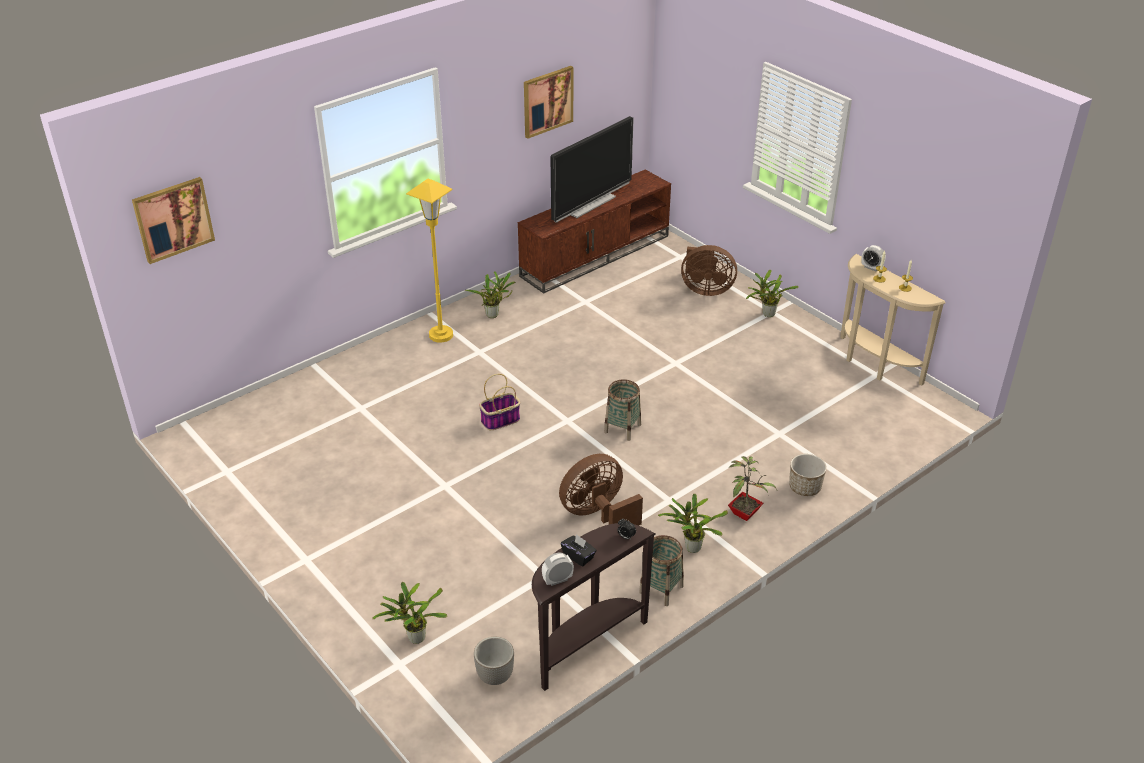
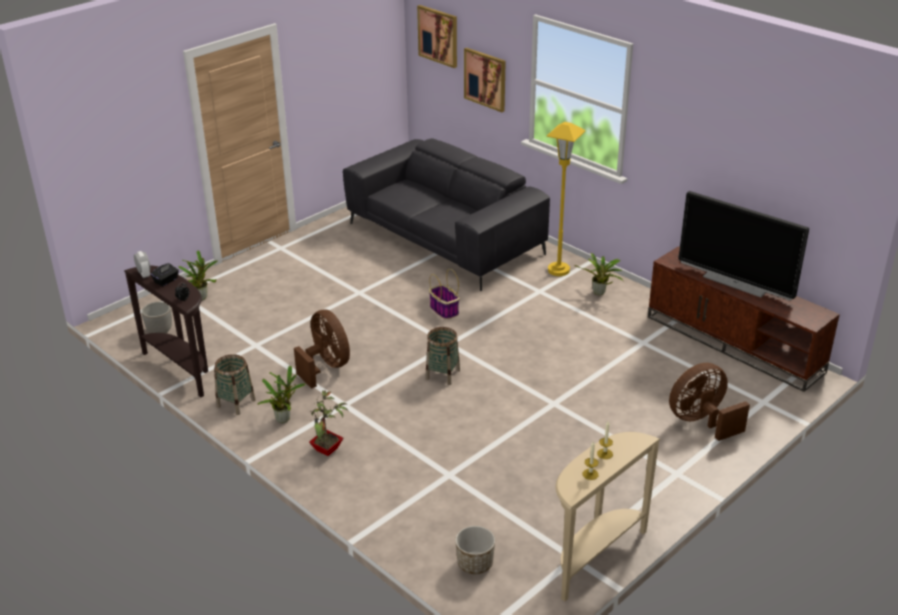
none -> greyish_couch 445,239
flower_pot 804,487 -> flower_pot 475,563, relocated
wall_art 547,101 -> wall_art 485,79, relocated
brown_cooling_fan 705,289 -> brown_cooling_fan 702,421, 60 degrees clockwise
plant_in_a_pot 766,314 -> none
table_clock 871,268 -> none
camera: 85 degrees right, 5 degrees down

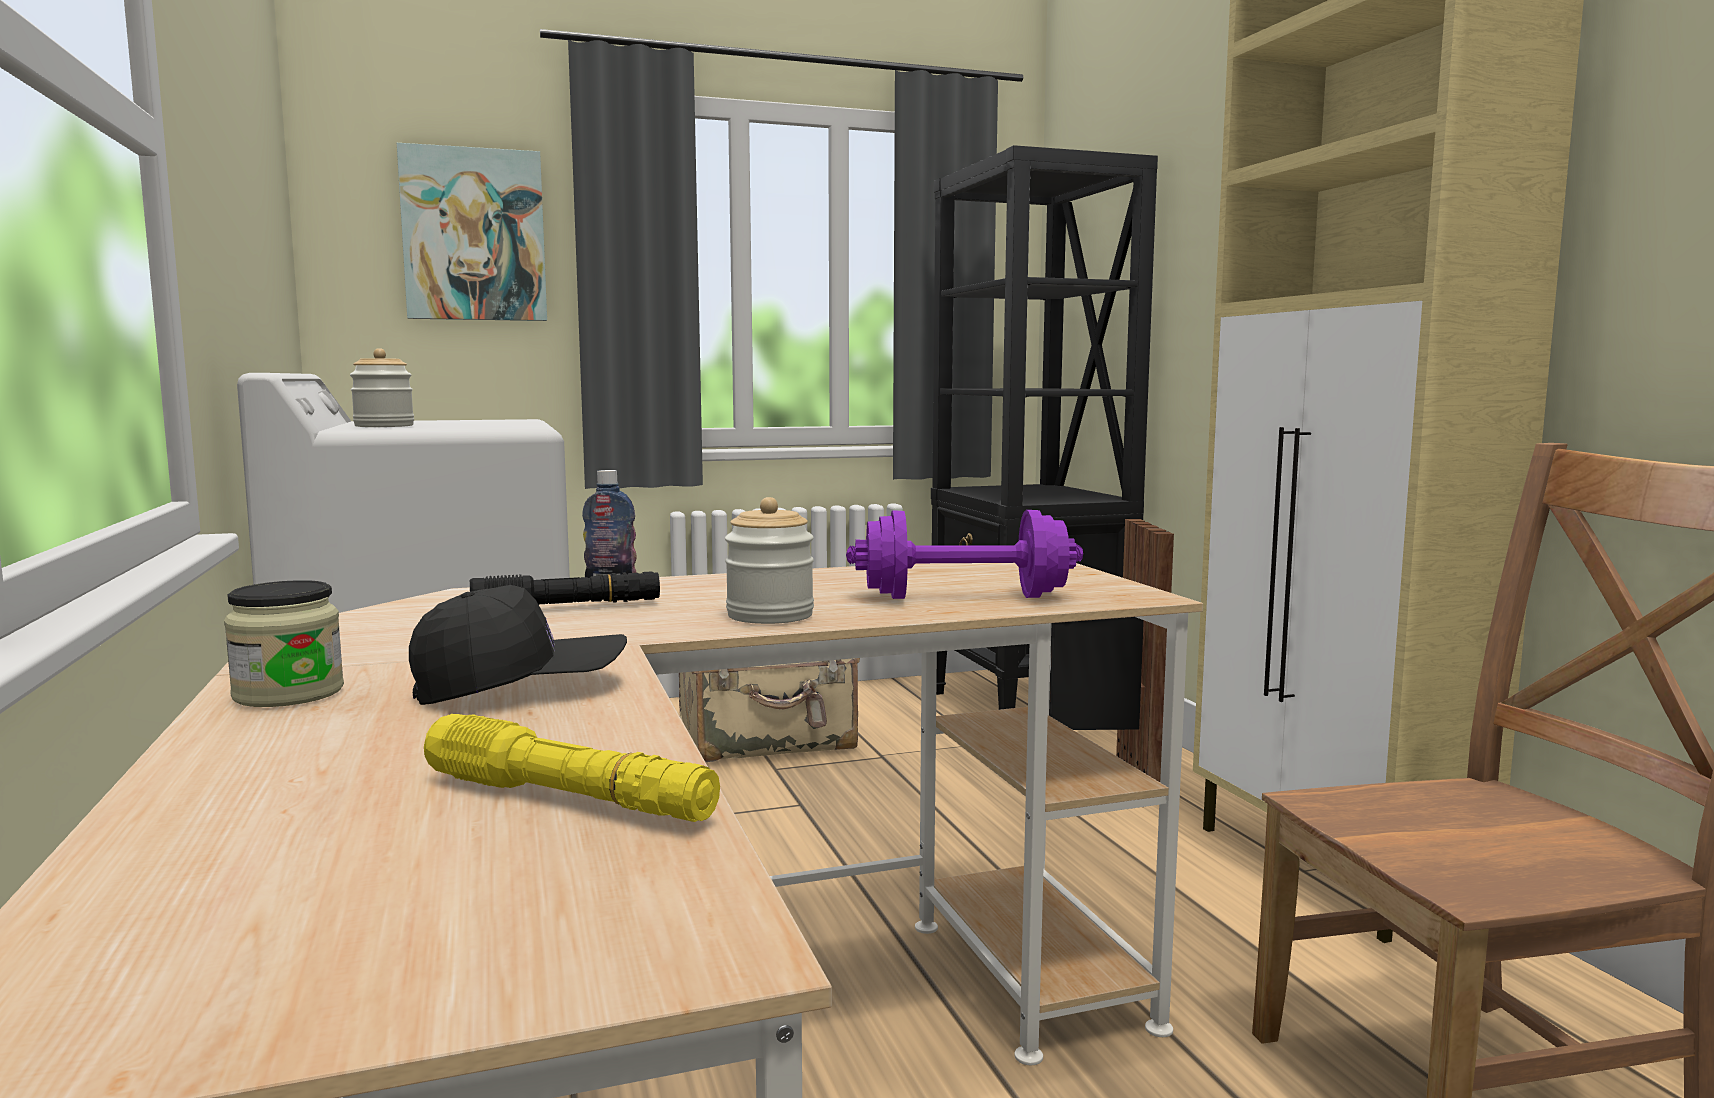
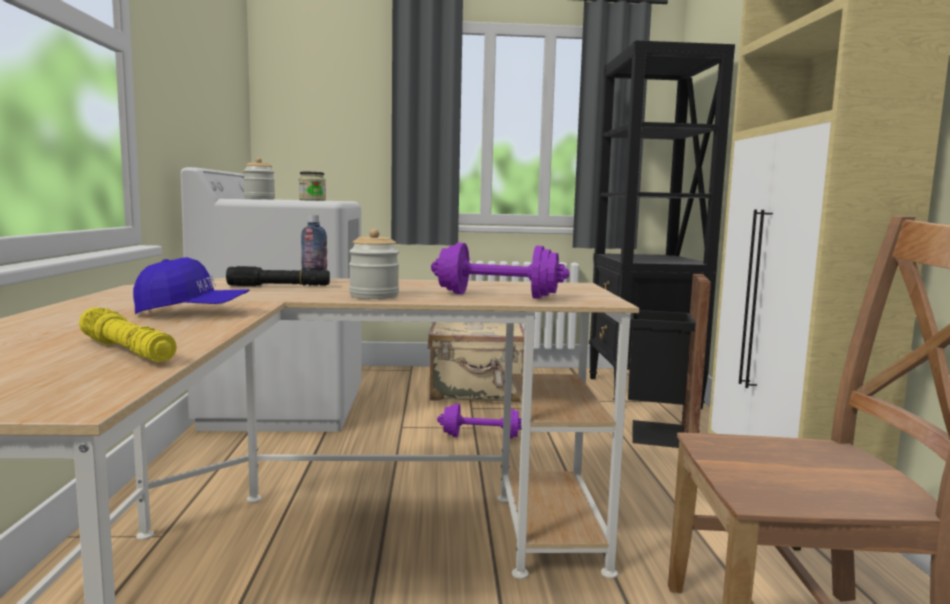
black-coloured_baseball_cap 520,688 -> blue_baseball_cap 192,312
preserve_jar 288,693 -> preserve_jar 312,200, relocated
none -> purple_dumbbell 480,437
wall_art 474,235 -> none
camera: 15 degrees right, 0 degrees up

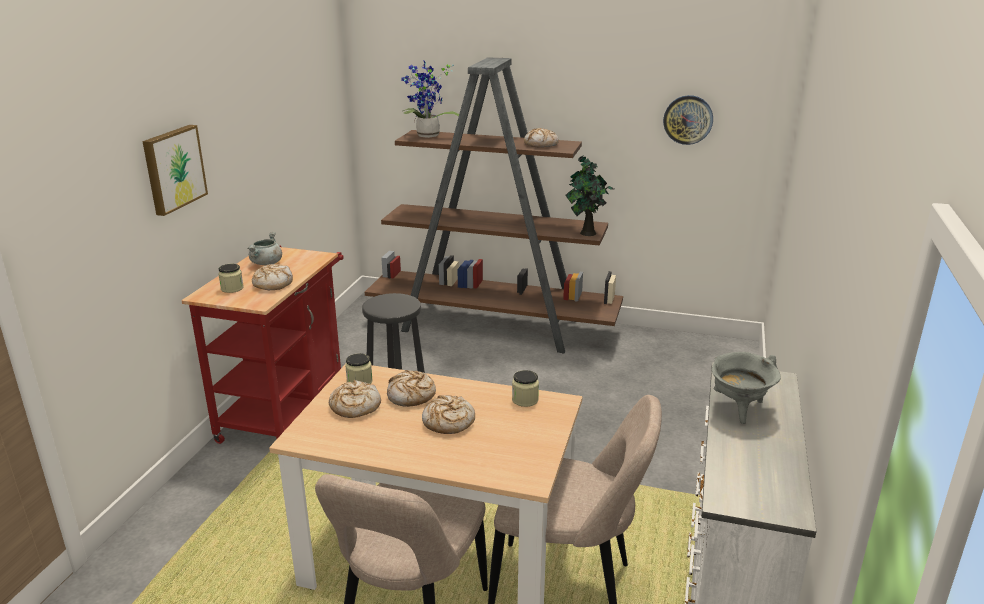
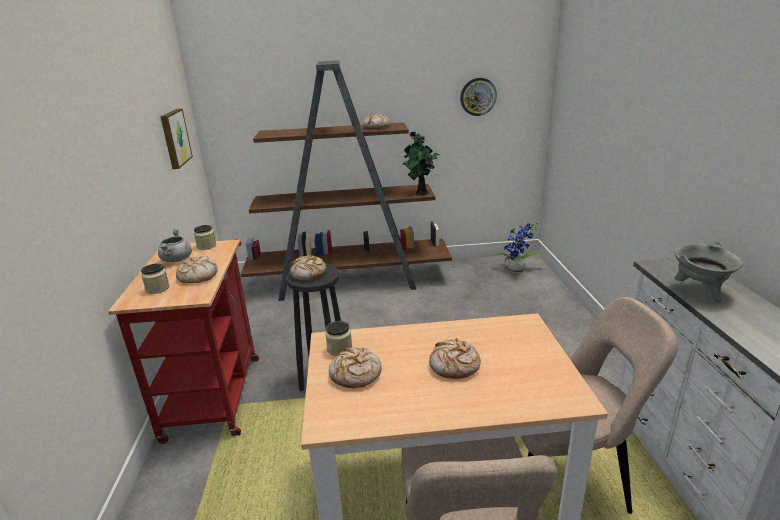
wall_art 173,168 -> wall_art 174,138, relocated
preserve_jar 525,400 -> preserve_jar 206,246, relocated
bread 411,395 -> bread 308,273, relocated
plant_in_a_pot 427,136 -> plant_in_a_pot 517,271, relocated
camera: 20 degrees left, 0 degrees up

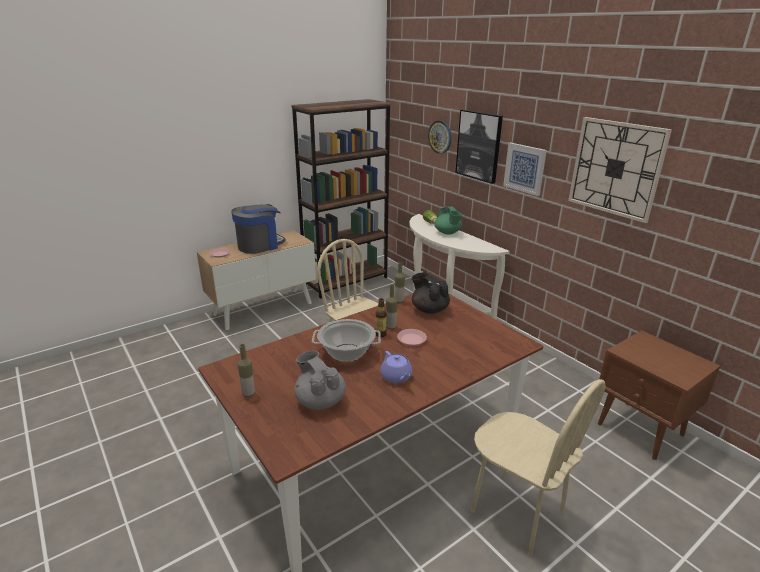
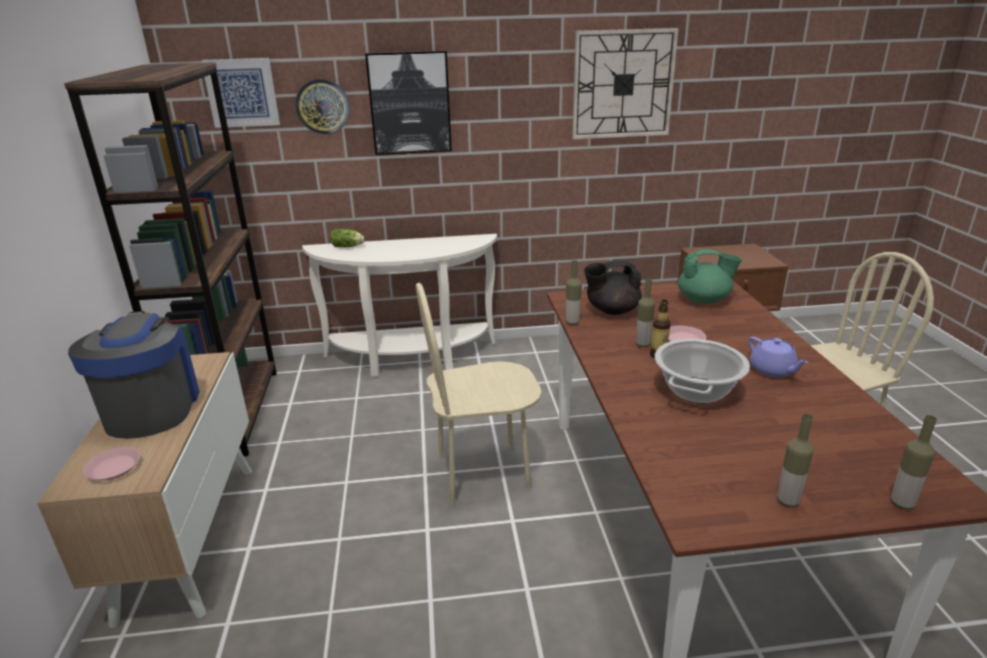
wall_art 525,168 -> wall_art 242,93, relocated
greenish_pot_for_tea 447,233 -> greenish_pot_for_tea 704,300, relocated
purple_pot_for_tea 396,377 -> purple_pot_for_tea 773,370, 60 degrees clockwise
none -> drink_bottle 902,504
greyish_pot_for_tea 320,401 -> none
camera: 60 degrees left, 0 degrees up

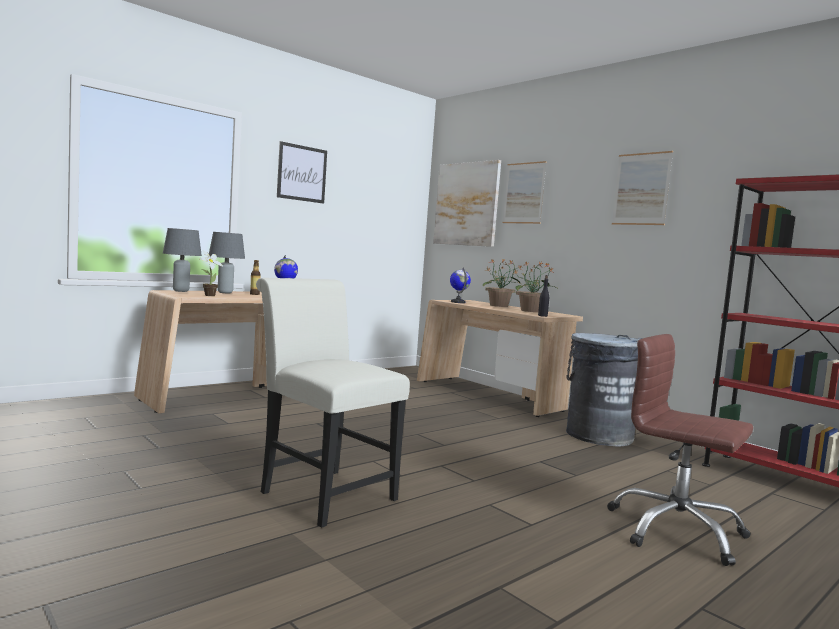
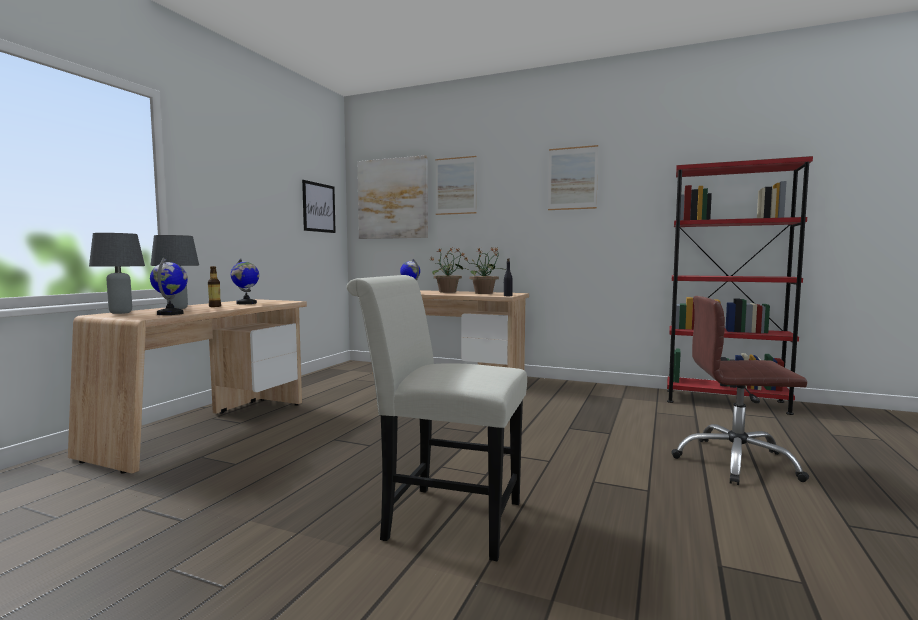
plant_in_a_pot 208,295 -> world_globe 170,314
wall_art 302,173 -> wall_art 319,207, relocated
greyish_trash_can 598,435 -> none
camera: 25 degrees left, 0 degrees up

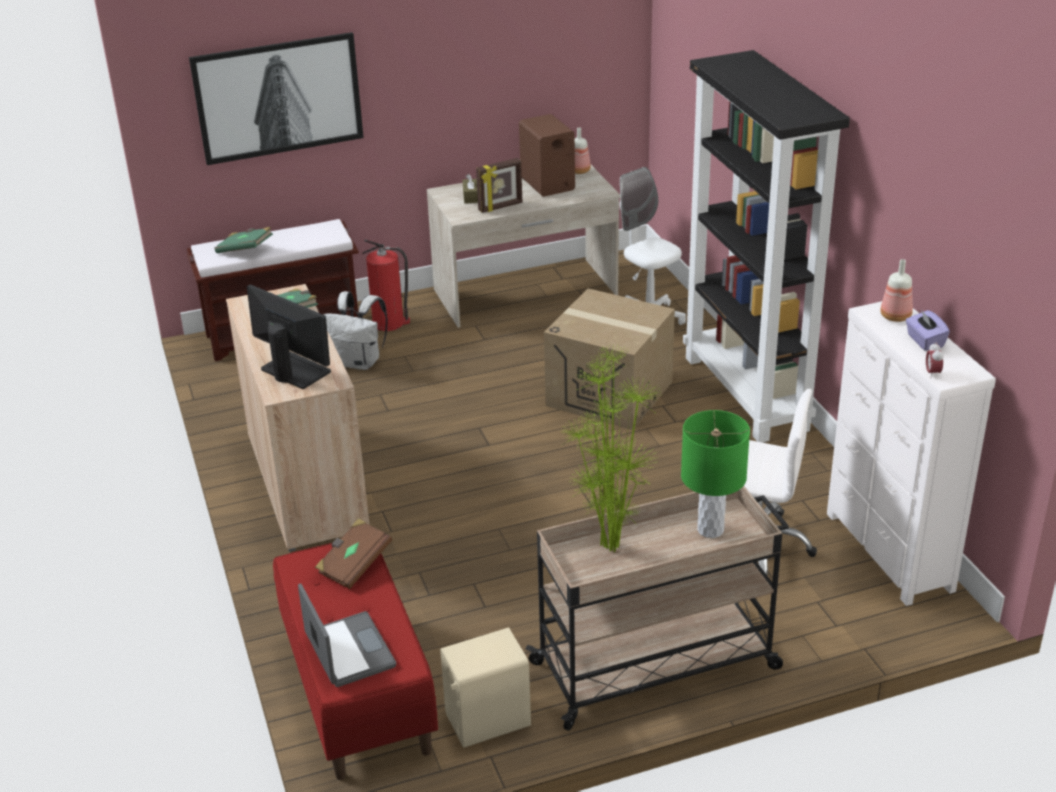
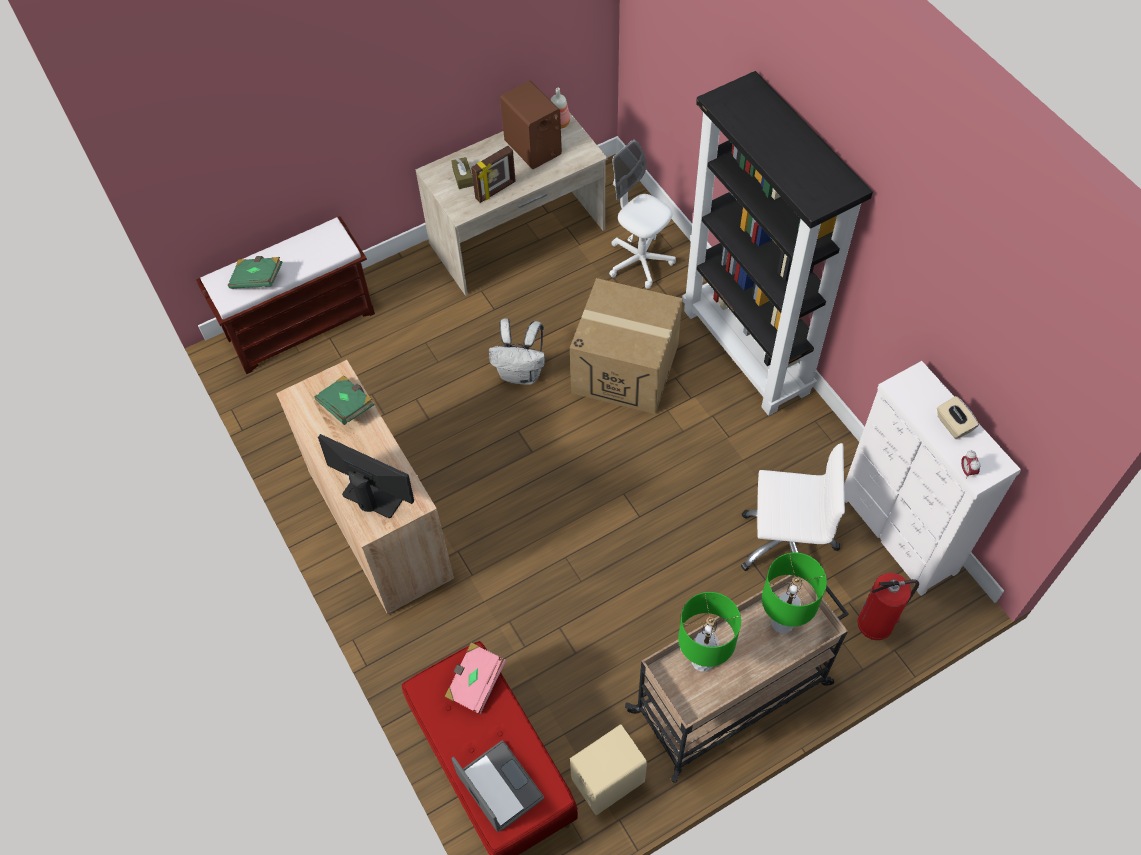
brown_book 354,565 -> pinkish_book 475,682
white-coloured_knapsack 360,362 -> white-coloured_knapsack 521,373, relocated
plant_in_a_pot 610,549 -> greenish_table_lamp 703,660
fire-fighting_cylinder 389,323 -> fire-fighting_cylinder 876,623, relocated
purple_tissue_holder 924,341 -> sand-coloured_tissue_holder 953,425
wall_art 278,97 -> none
drink_bottle 895,316 -> none
camera: 10 degrees left, 25 degrees up

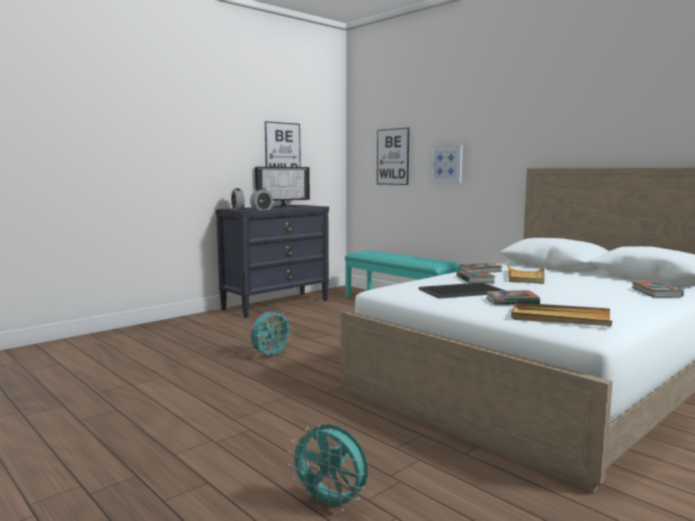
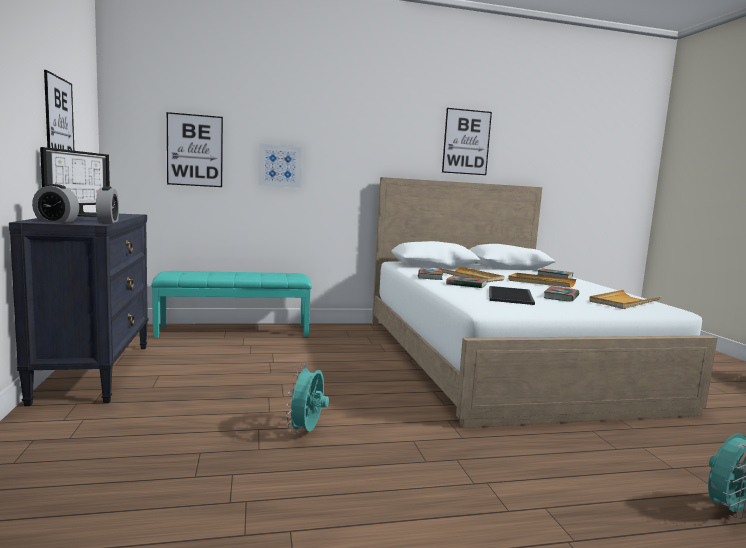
blue-green_cooling_fan 271,355 -> blue-green_cooling_fan 307,431, 150 degrees counterclockwise
none -> wall_art 466,142
none -> sand-coloured_tray 541,282
camera: 60 degrees left, 0 degrees up

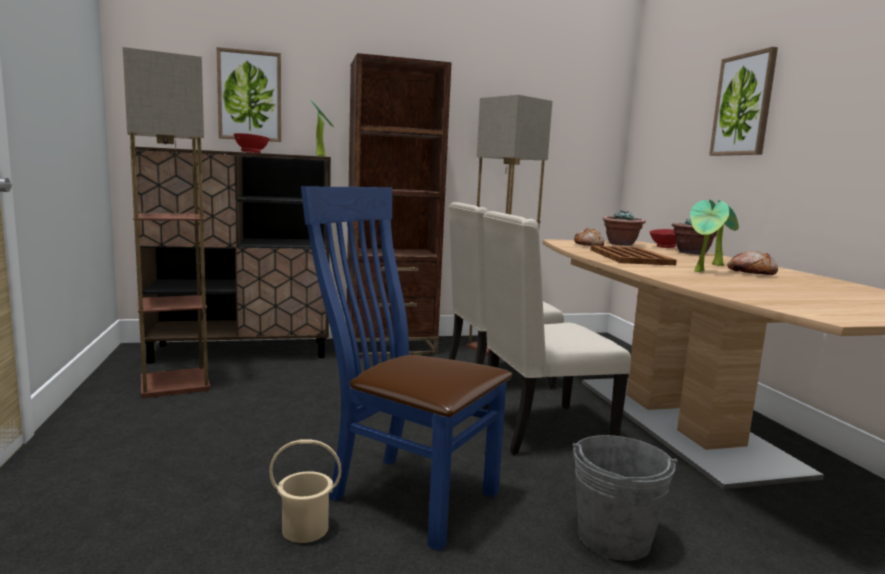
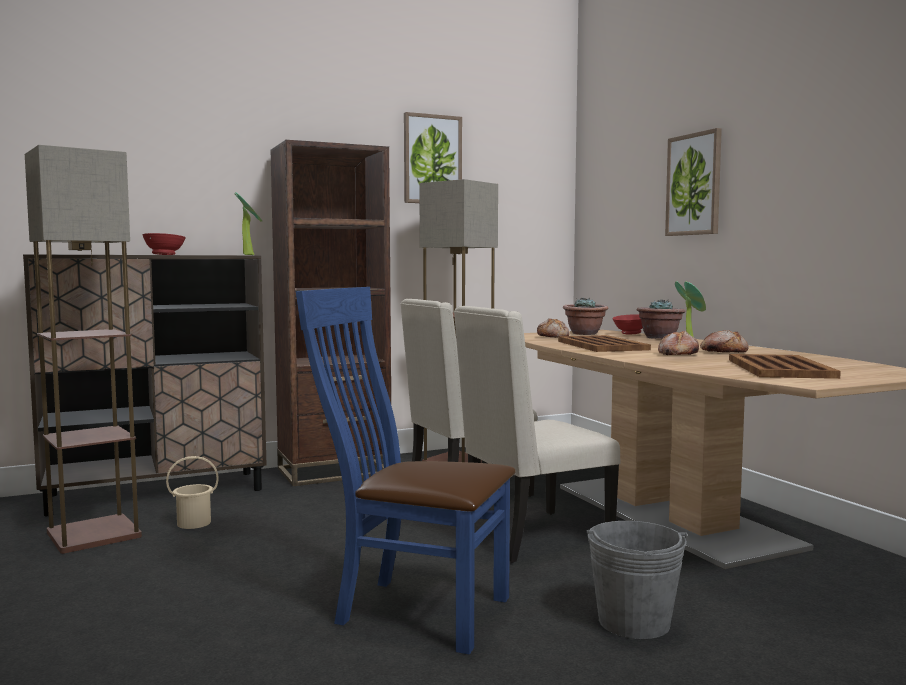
sand-coloured_pail 305,528 -> sand-coloured_pail 193,523, relocated
wall_art 250,96 -> wall_art 432,159, relocated
plant_in_a_pot 701,272 -> bread 677,354
none -> brown_tray 779,368
camera: 10 degrees left, 5 degrees down

